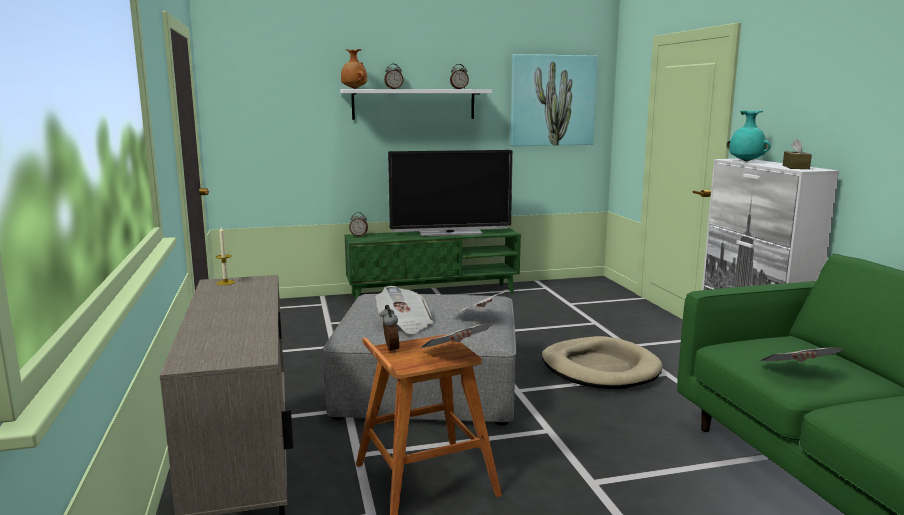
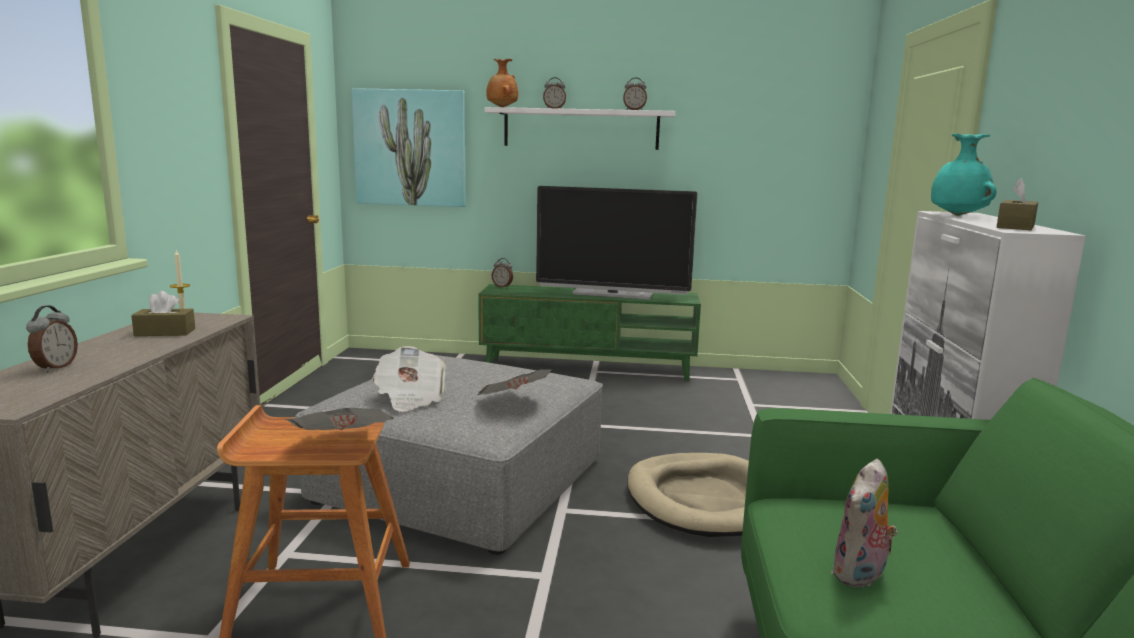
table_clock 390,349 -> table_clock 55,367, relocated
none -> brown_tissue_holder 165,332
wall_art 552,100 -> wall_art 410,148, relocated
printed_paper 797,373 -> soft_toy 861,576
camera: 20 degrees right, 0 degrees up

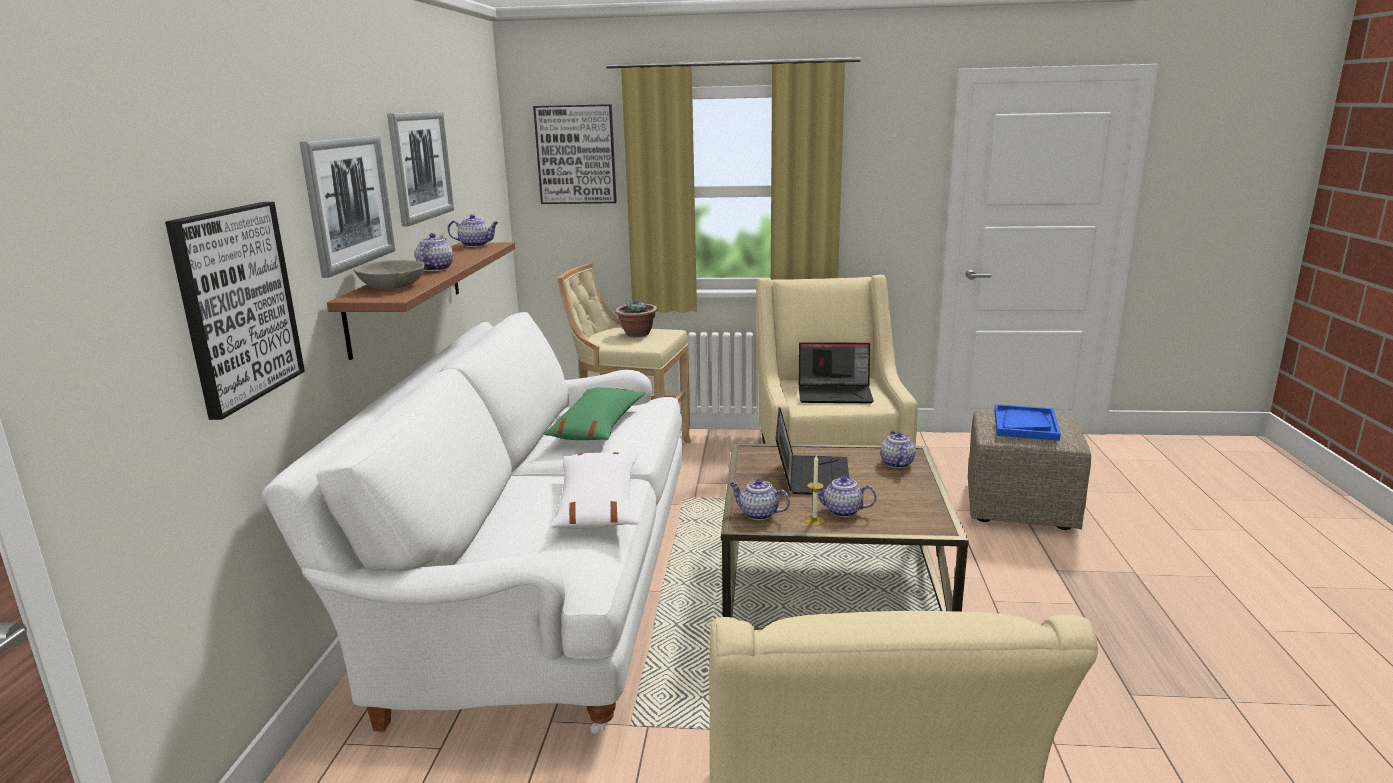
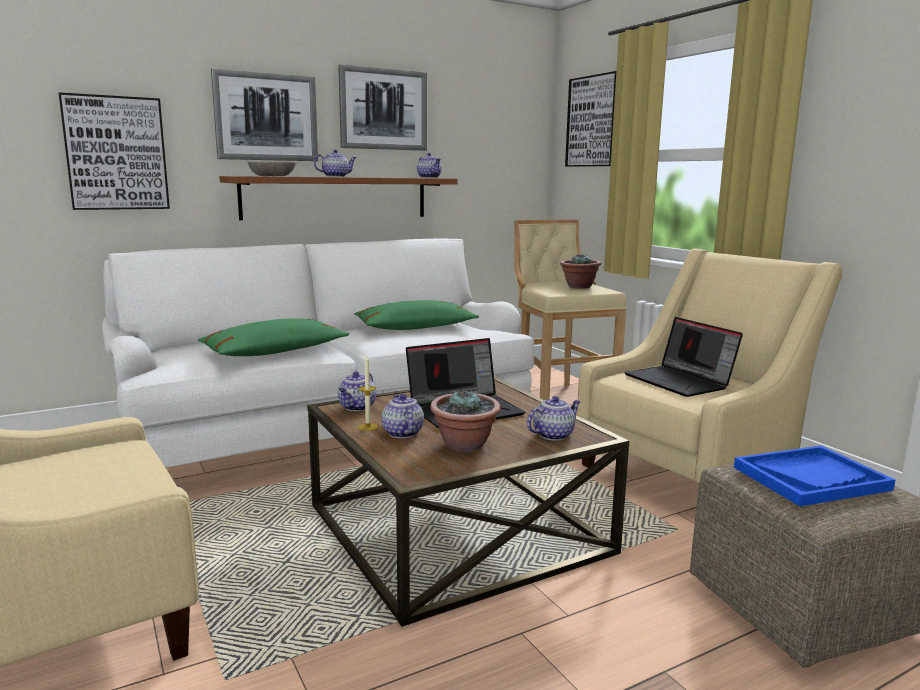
white-coloured_throw_pillow 598,504 -> greenish_throw_pillow 275,352
pot_for_tea 758,514 -> pot_for_tea 357,407, 150 degrees counterclockwise
none -> plant_in_a_pot 465,445
camera: 55 degrees right, 5 degrees down

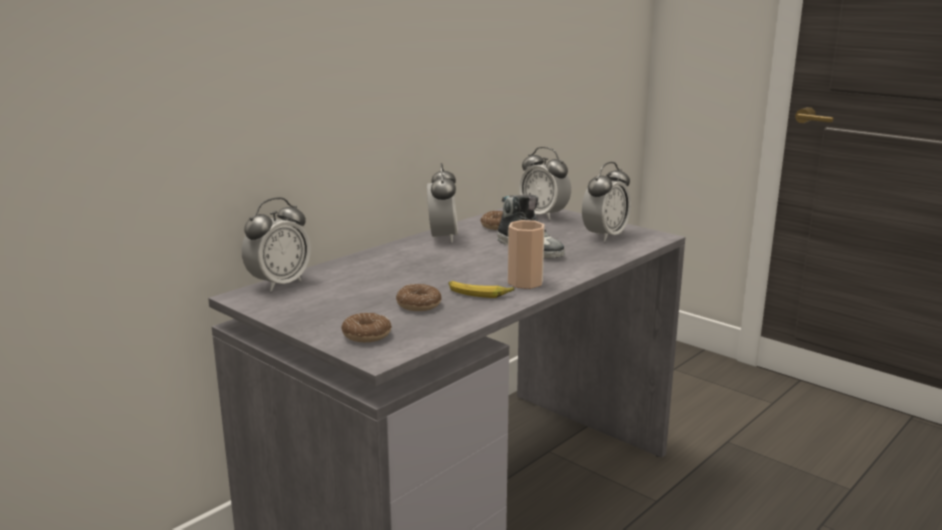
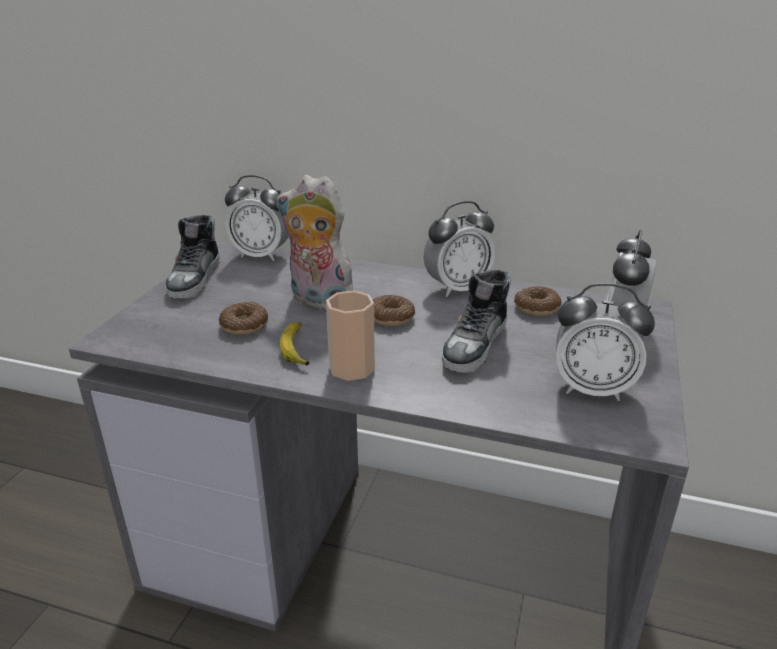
none -> item_of_footwear 195,279
none -> soft_toy 318,301
ring_doughnut 367,335 -> ring_doughnut 391,318, relocated
camera: 65 degrees right, 10 degrees up

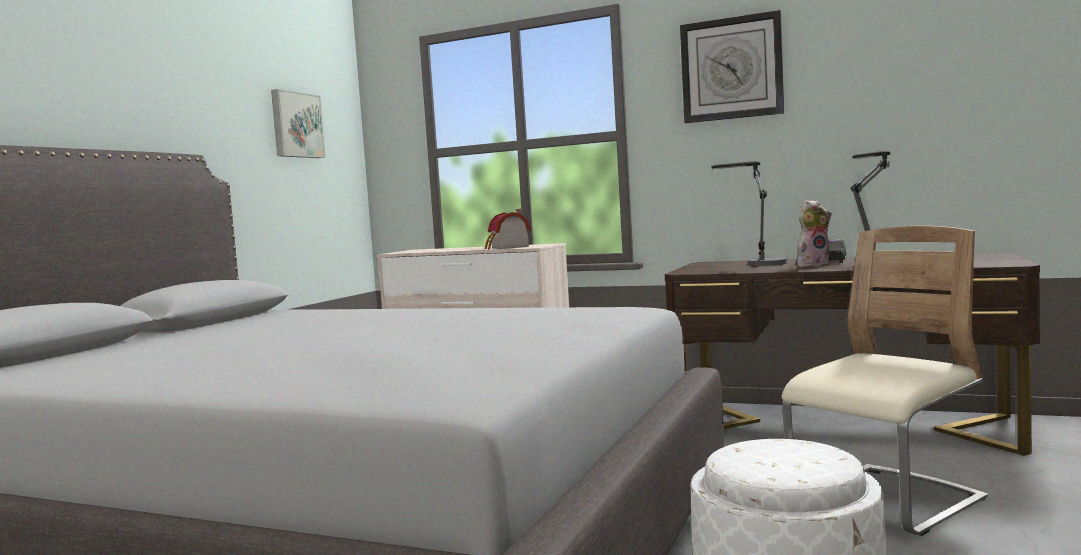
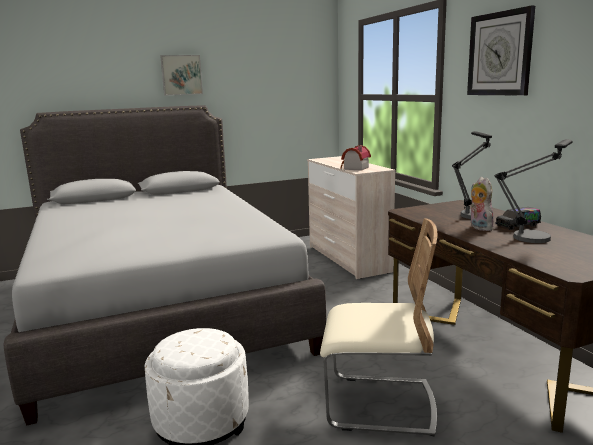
wall_art 296,125 -> wall_art 181,75, relocated
soft_toy 813,265 -> soft_toy 478,227, 135 degrees counterclockwise
camera: 45 degrees right, 10 degrees up

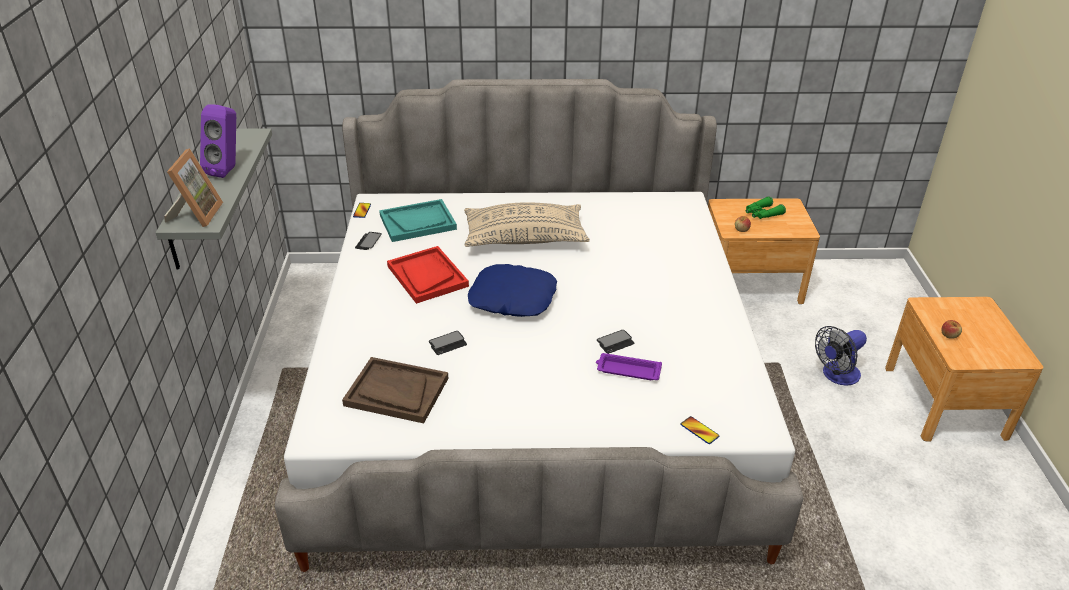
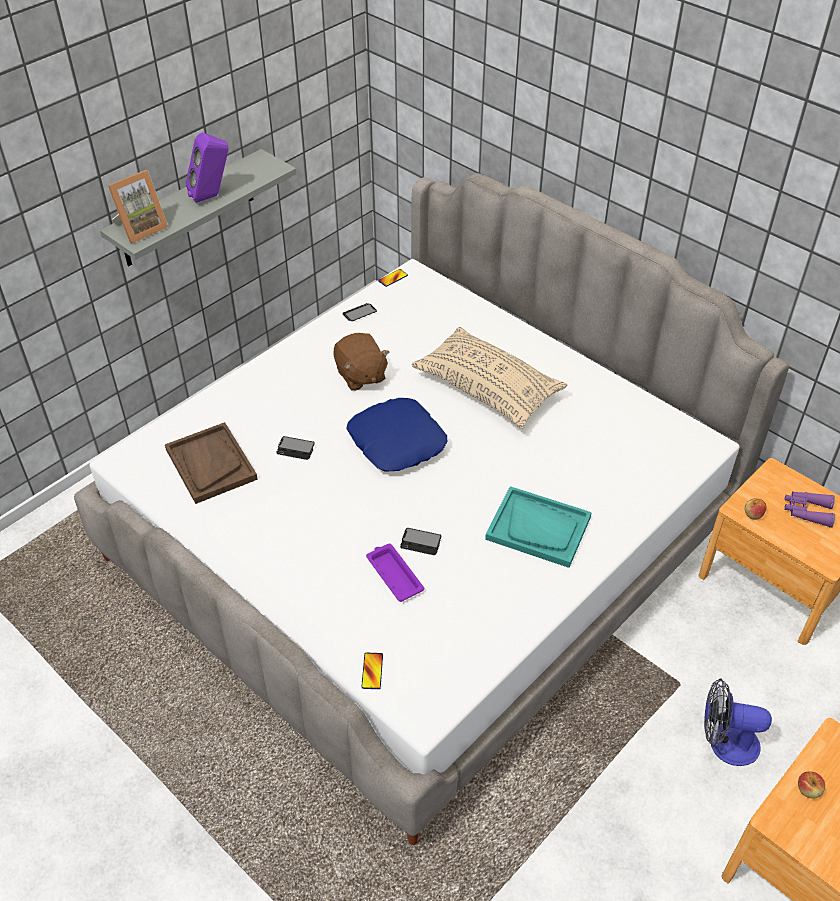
red-coloured_tray 427,276 -> brown_soft_toy 360,375
blue-green_tray 418,222 -> blue-green_tray 538,528, relocated
greenish_binoculars 762,214 -> purple_binoculars 807,511
camera: 45 degrees right, 10 degrees up

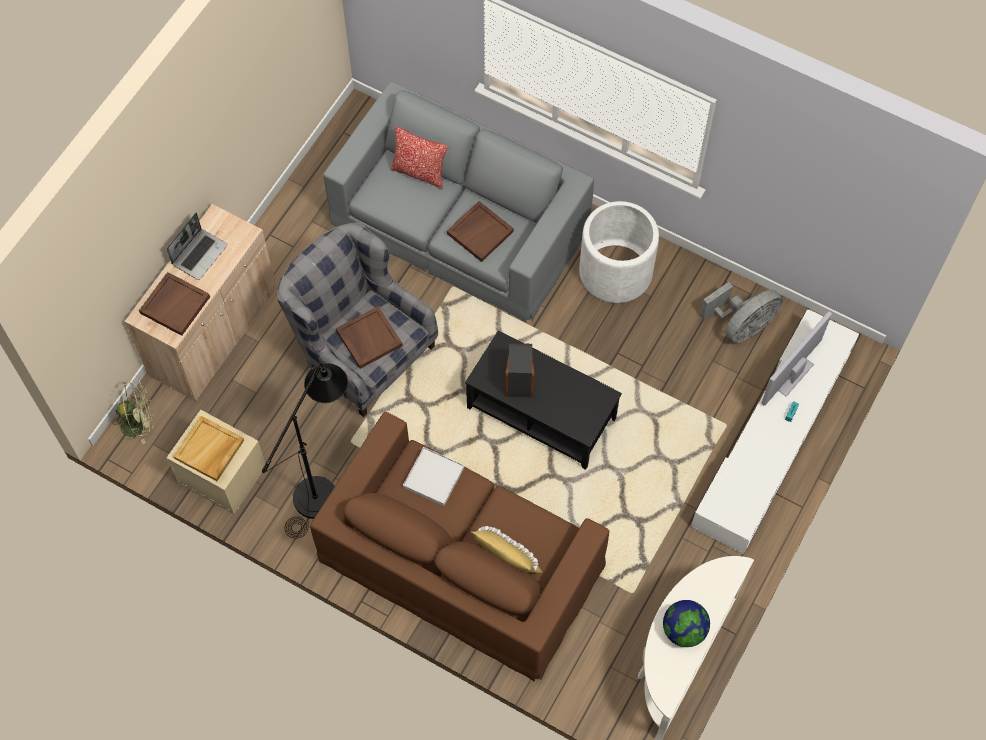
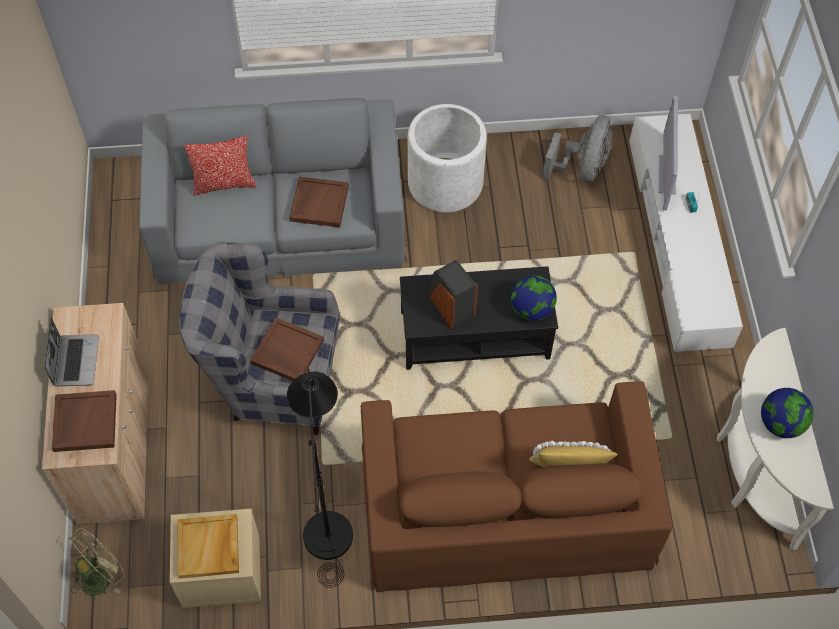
none -> world_globe 531,309
white-coloured_tray 433,477 -> none
camera: 35 degrees left, 5 degrees down

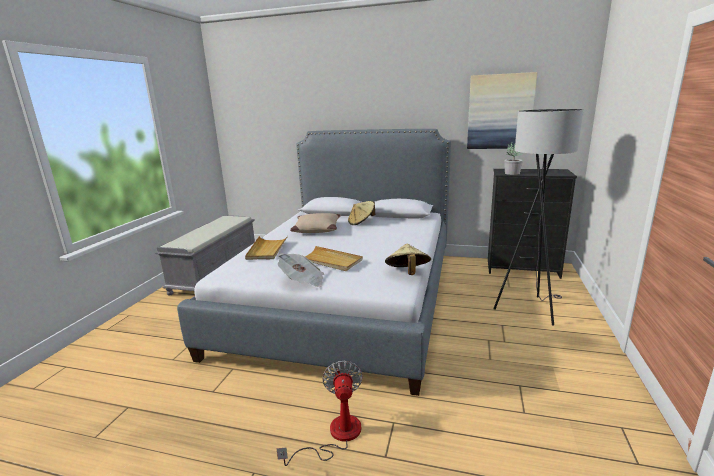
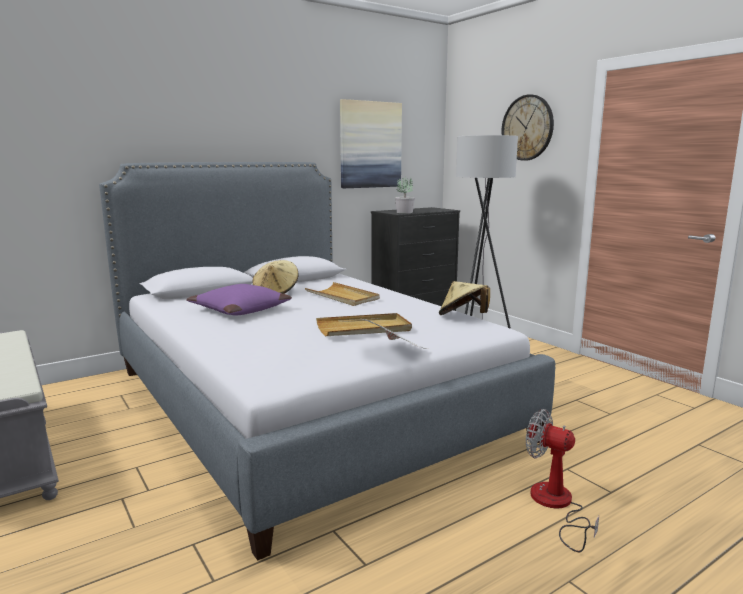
sand-coloured_throw_pillow 316,229 -> purple_throw_pillow 239,310
sand-coloured_tray 267,249 -> sand-coloured_tray 342,297, relocated
none -> hanging_clock 527,128
camera: 50 degrees left, 5 degrees down

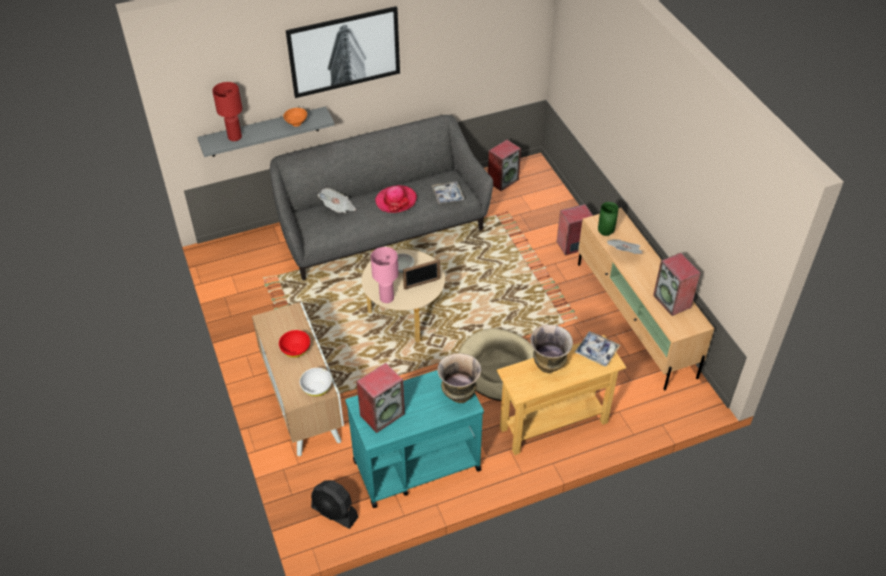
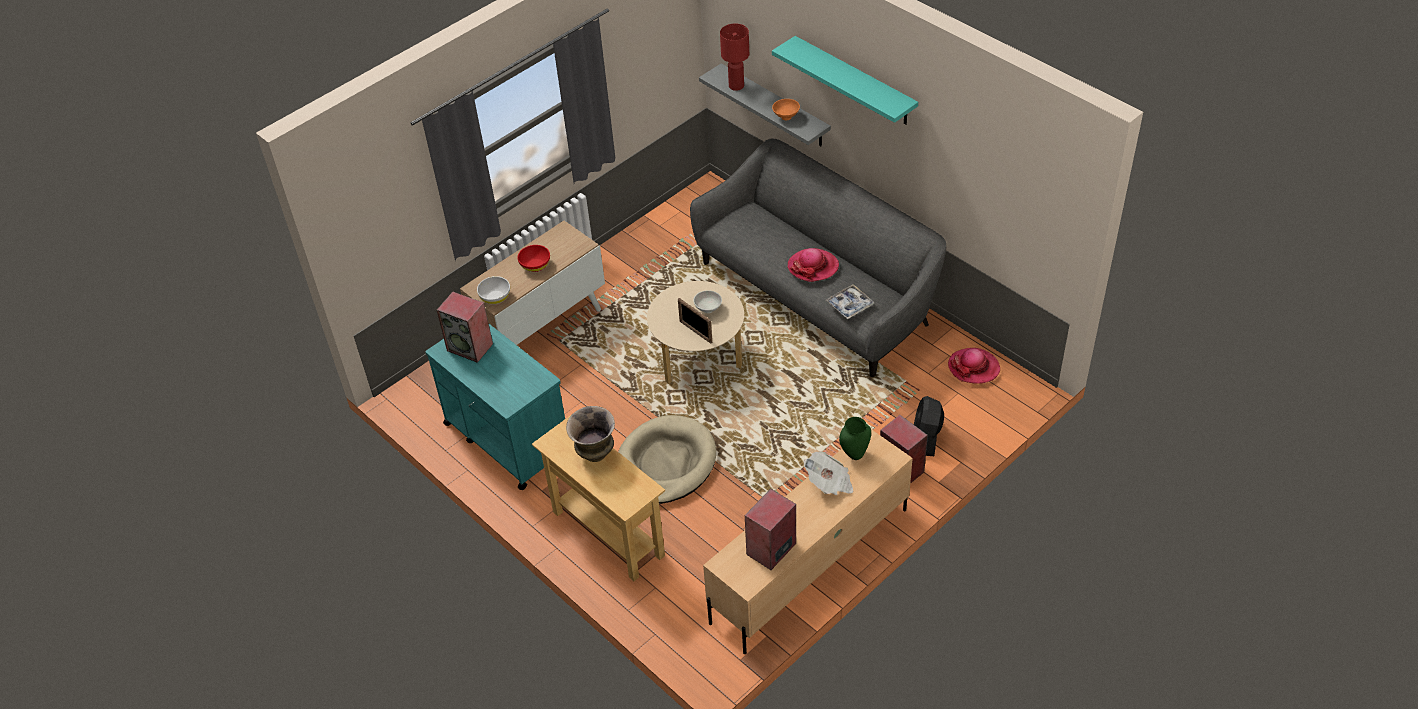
wall_art 344,51 -> blue-green_bracket_shelf 854,81
black-coloured_cooling_fan 335,512 -> black-coloured_cooling_fan 927,437, relocated
speaker 503,180 -> hat 973,367
printed_paper 338,208 -> none
pinkish_table_lamp 386,298 -> none
vase 458,395 -> none
tray 596,351 -> none
camera: 70 degrees right, 0 degrees up

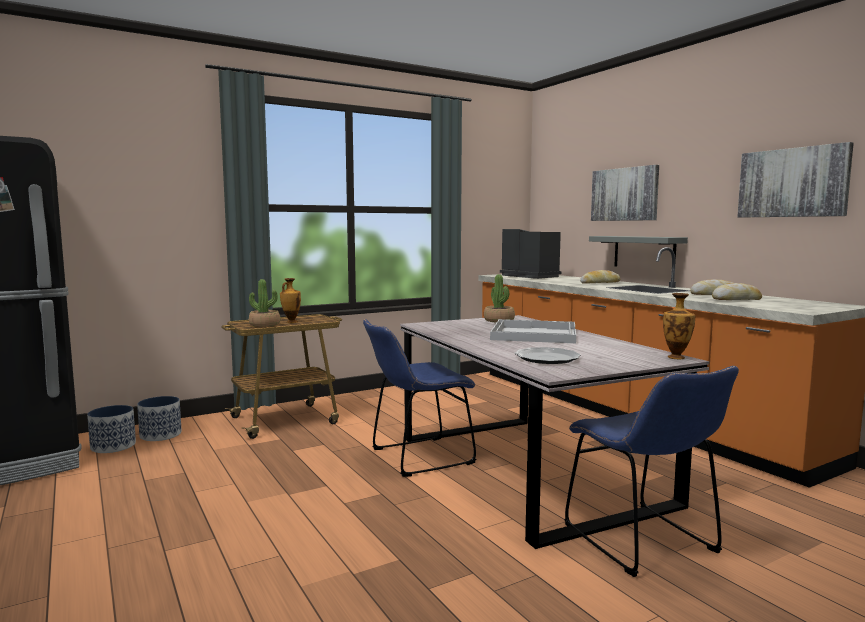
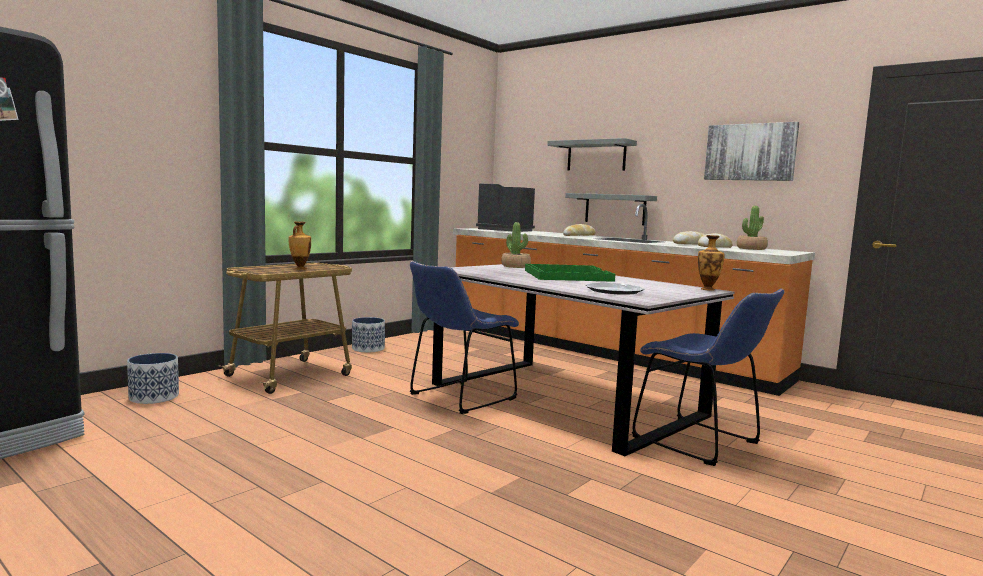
flower_pot 113,446 -> flower_pot 368,349, relocated
white-coloured_tray 533,334 -> greenish_tray 566,275
wall_art 624,194 -> greyish_bracket_shelf 596,156
plant_in_a_pot 264,324 -> plant_in_a_pot 751,248, relocated
camera: 20 degrees left, 0 degrees up

